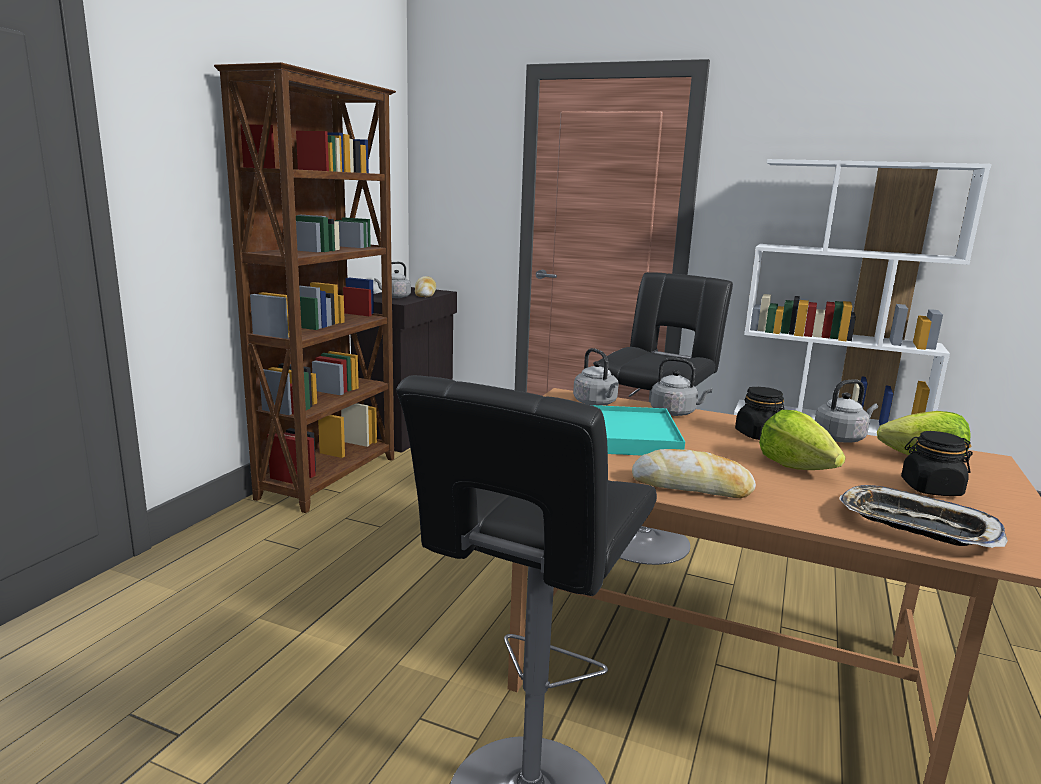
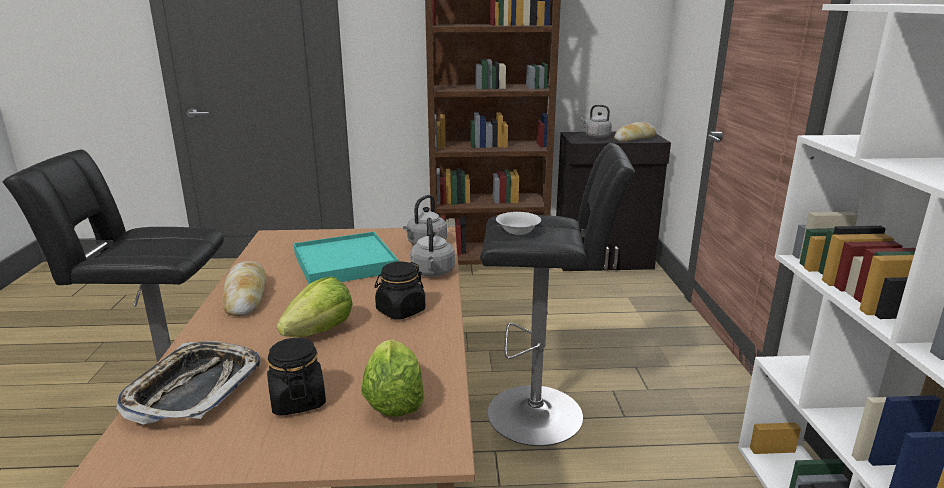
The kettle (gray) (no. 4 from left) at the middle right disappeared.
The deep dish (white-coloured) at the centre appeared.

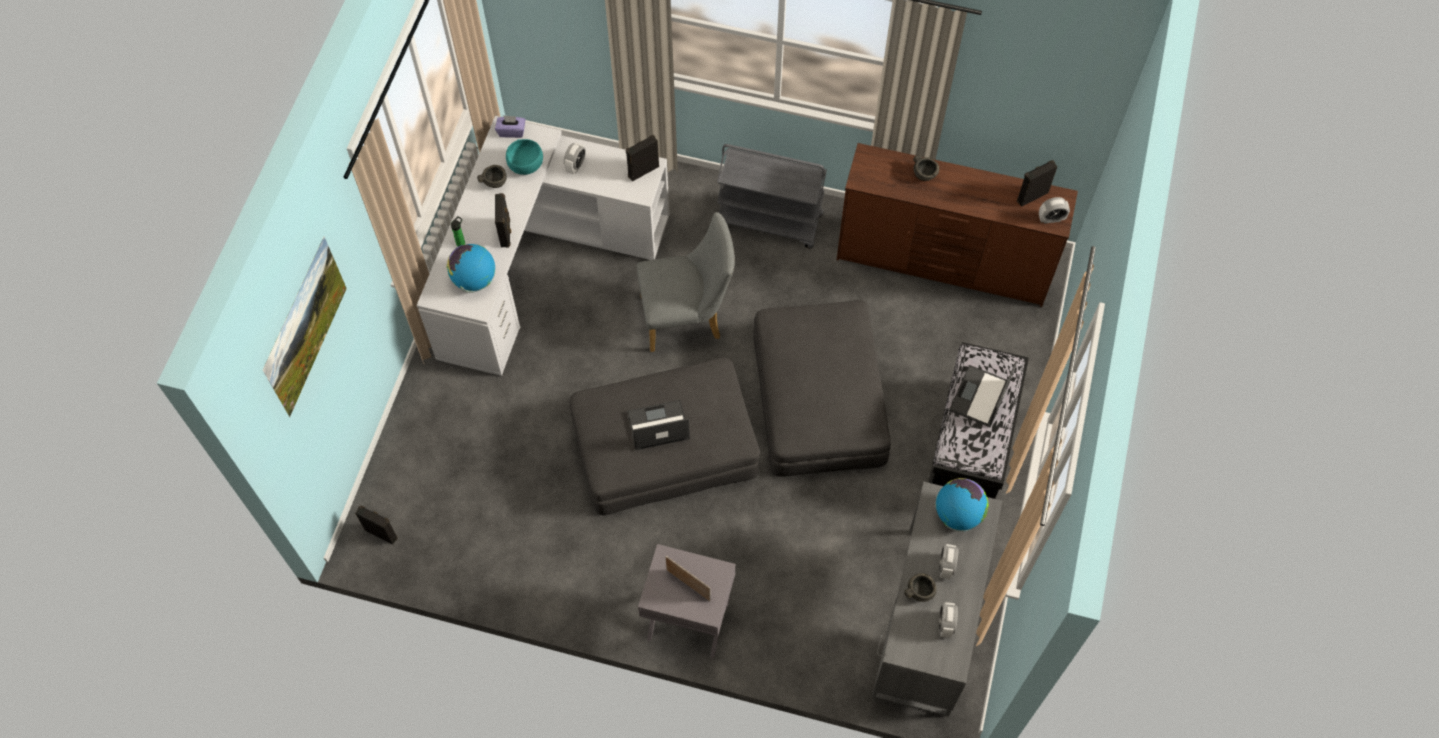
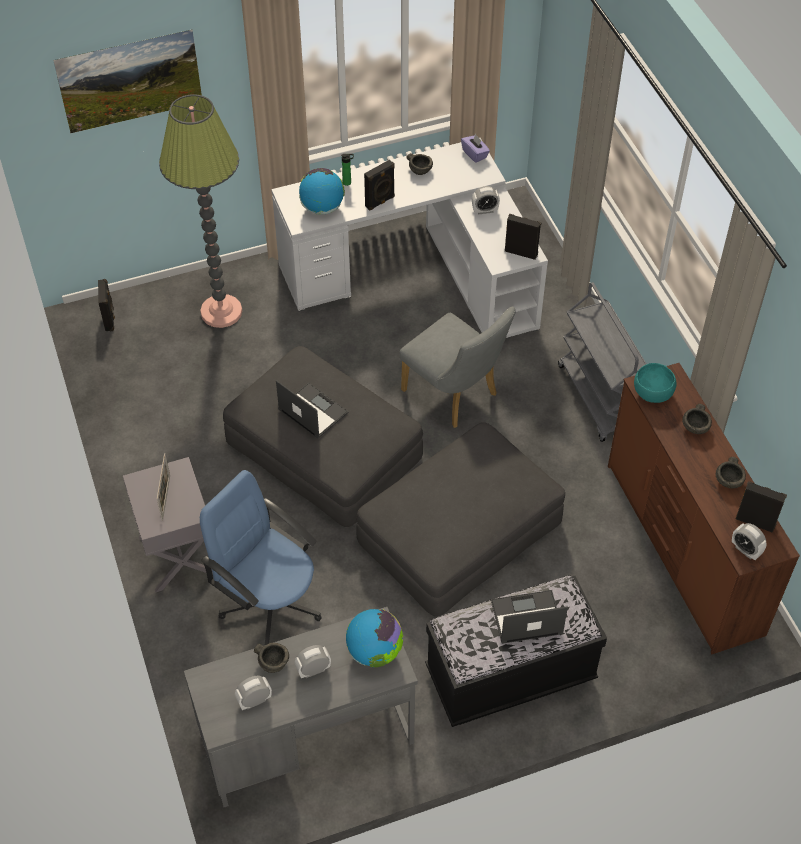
The deep dish (blue-green) moved from the top centre to the middle right.
The standard lamp at the top left appeared.
The deep dish (gray) (no. 4 from left) at the middle right appeared.
The computer chair (blue) at the middle left appeared.

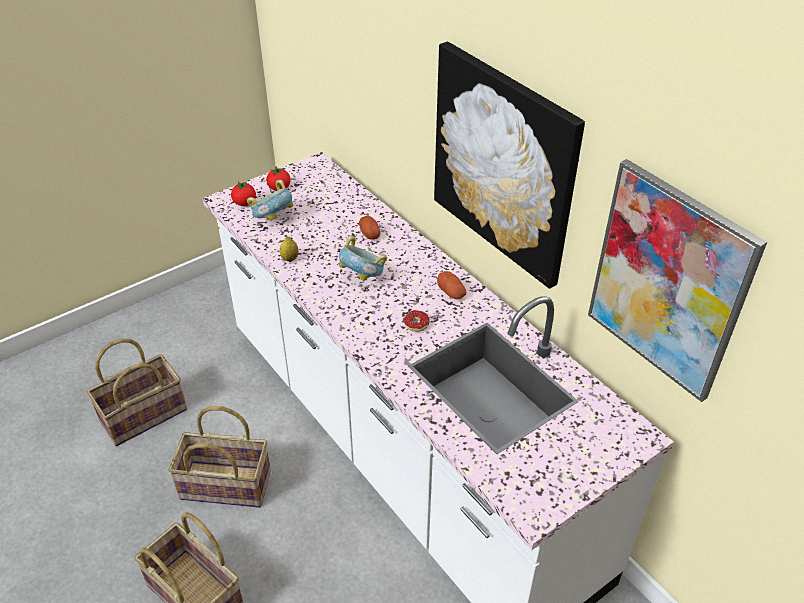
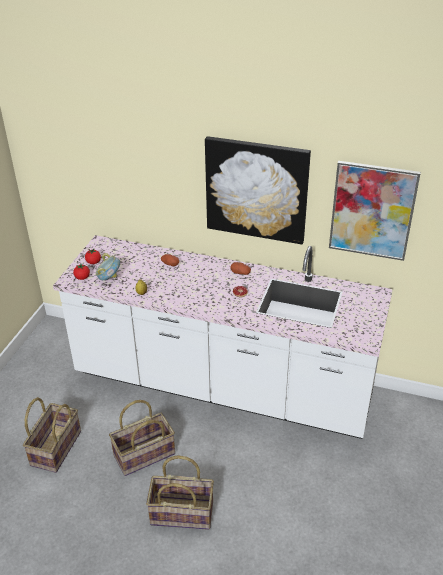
The deep dish (no. 2 from left) at the centre disappeared.

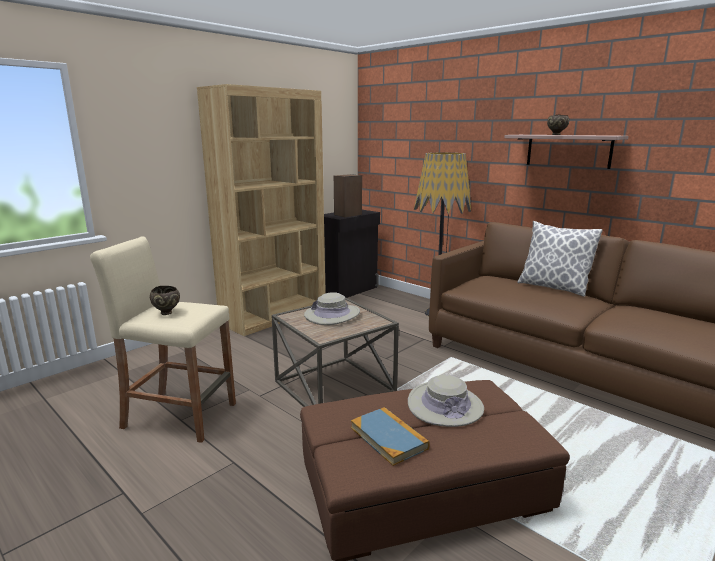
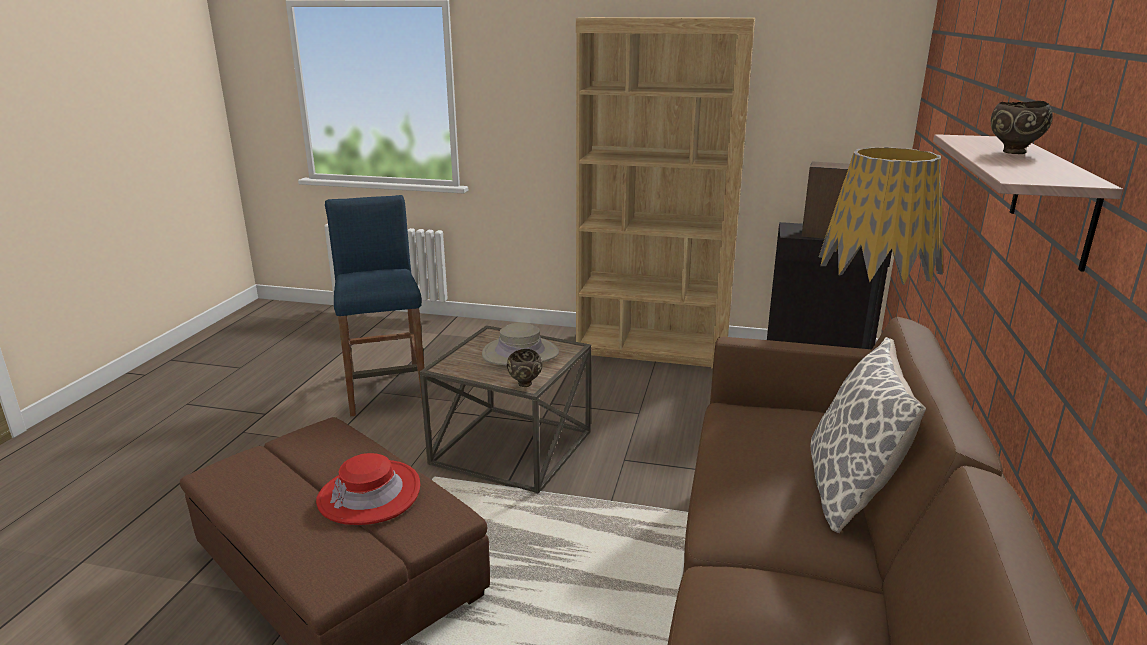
The stool seat (beige) at the middle left became the stool seat (blue) at the middle left.
The deep dish (brownish) (no. 1 from left) moved from the middle left to the centre.
The clothing hat (beige) (no. 2 from left) at the bottom centre became the clothing hat (reddish) at the bottom left.
The volume at the bottom centre disappeared.

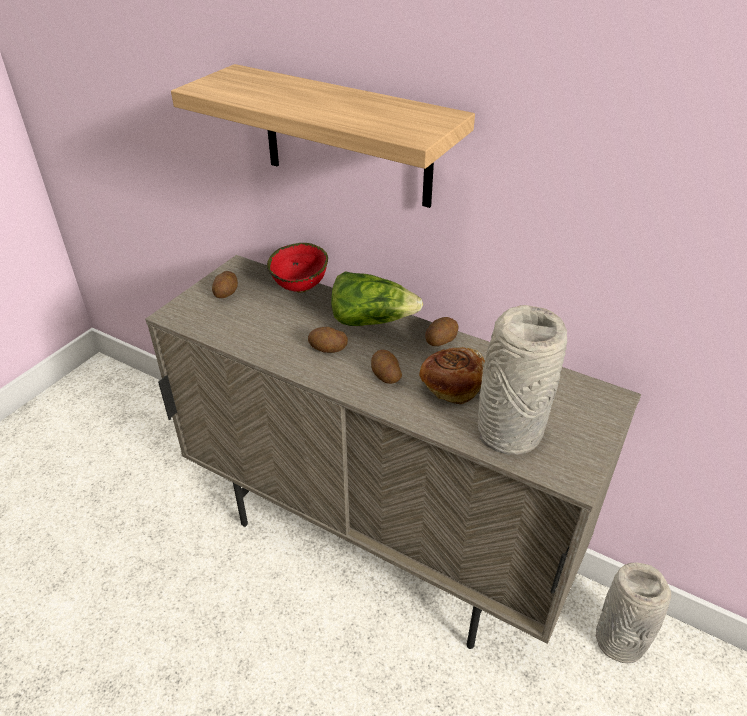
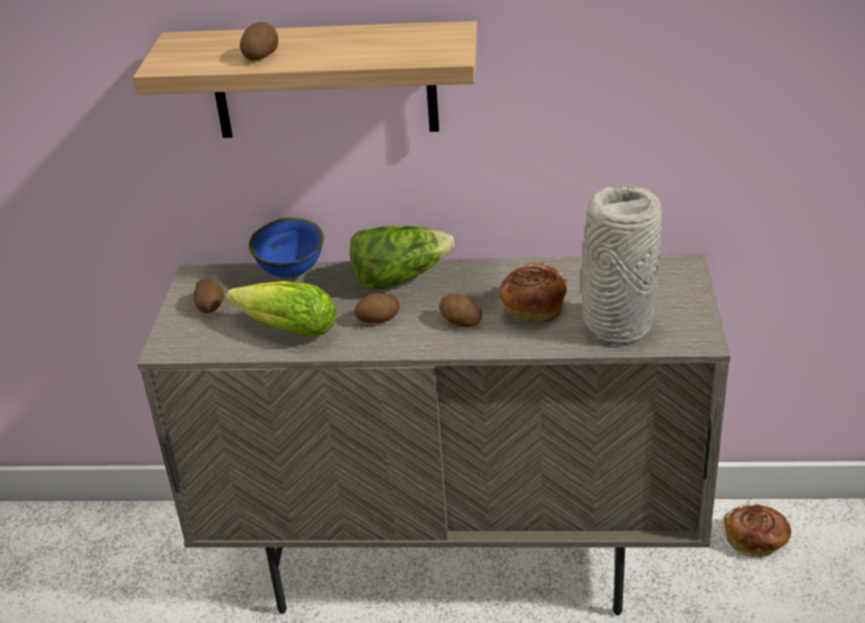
The deep dish (reddish) at the centre became the deep dish (blue) at the middle left.
The potato (no. 4 from left in the first image) moved from the centre to the top left.
The flower vase (gray) (no. 2 from left) at the bottom right was replaced by the bakery bread (no. 2 from left) at the bottom right.
The head of lettuce (no. 1 from left) at the middle left appeared.

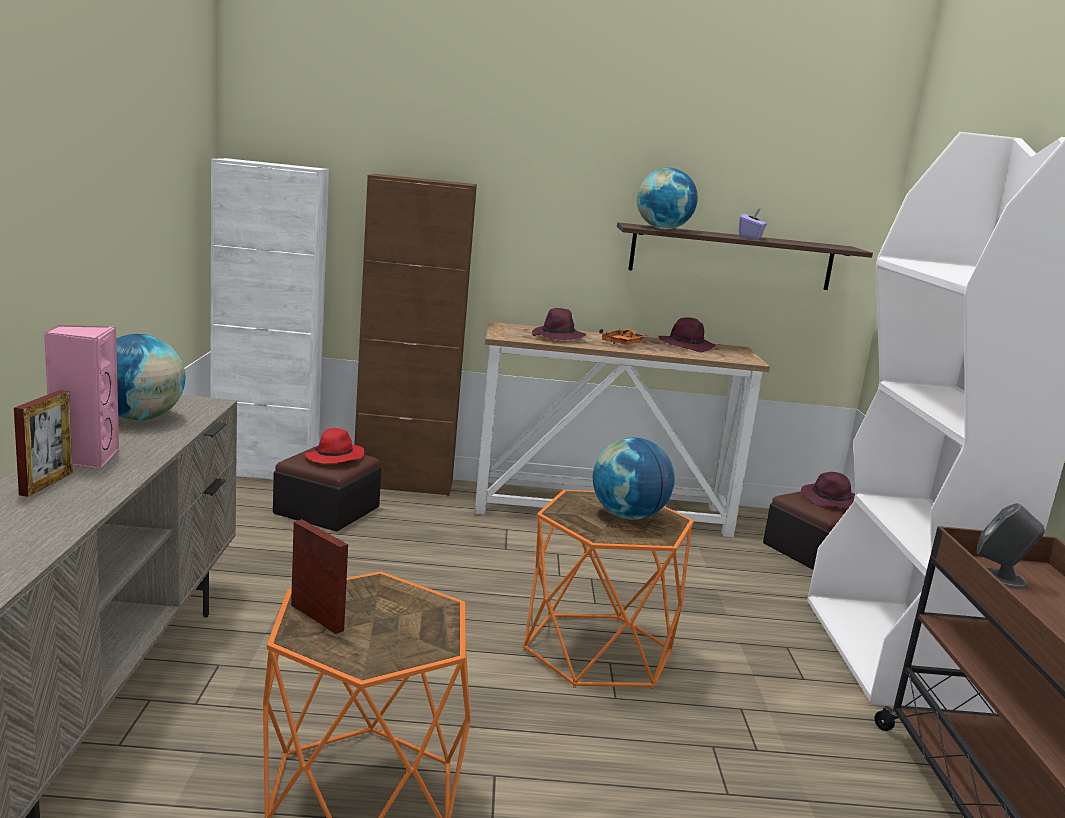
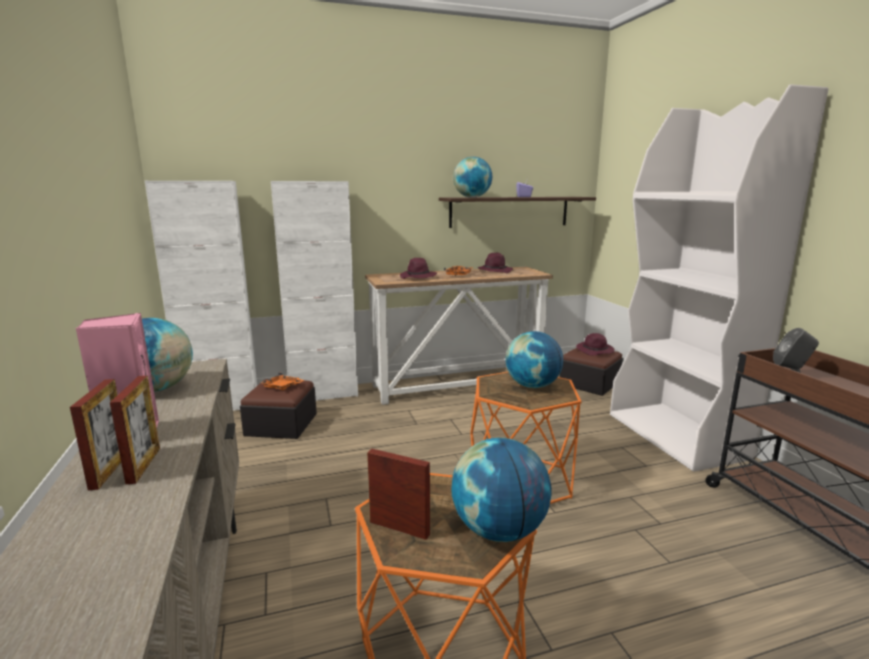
The cupboard (brownish) at the centre became the cupboard (white-coloured) (no. 2 from left) at the centre.
The clothing hat (reddish) at the middle left was replaced by the tray (orange-coloured) (no. 1 from left) at the middle left.
The photo frame (no. 2 from left) at the middle left appeared.
The world globe (no. 3 from left) at the bottom centre appeared.

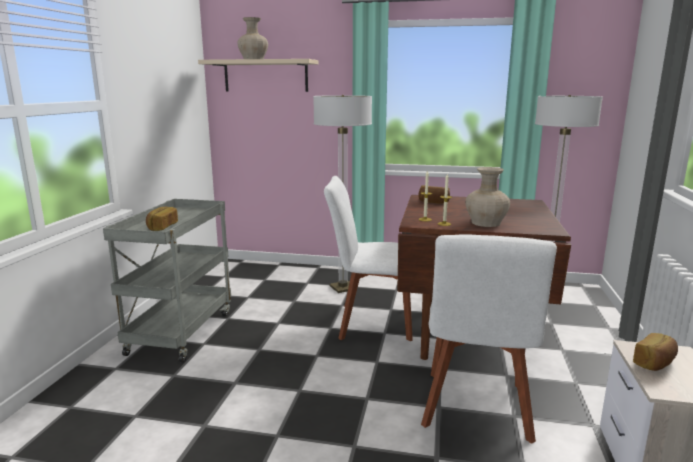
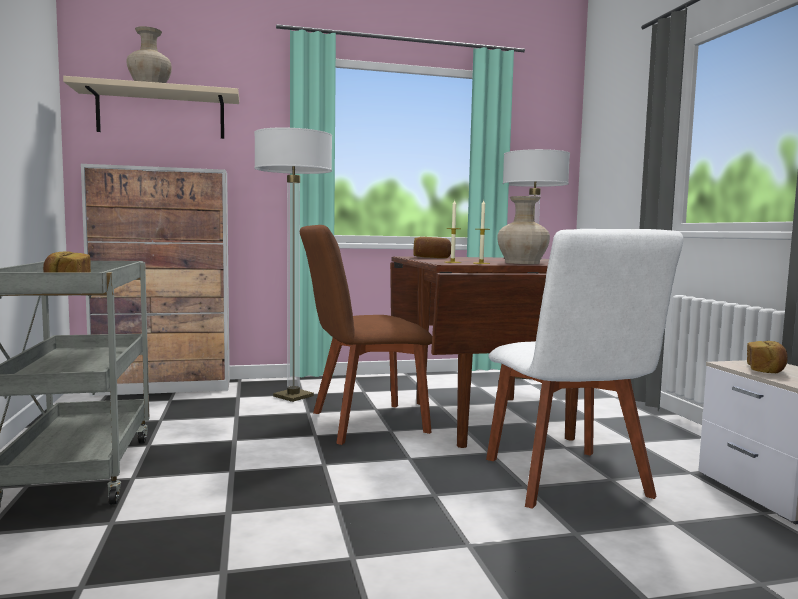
The upright chair (white-coloured) (no. 1 from left) at the centre became the upright chair (brownish) at the centre.
The cupboard at the middle left appeared.

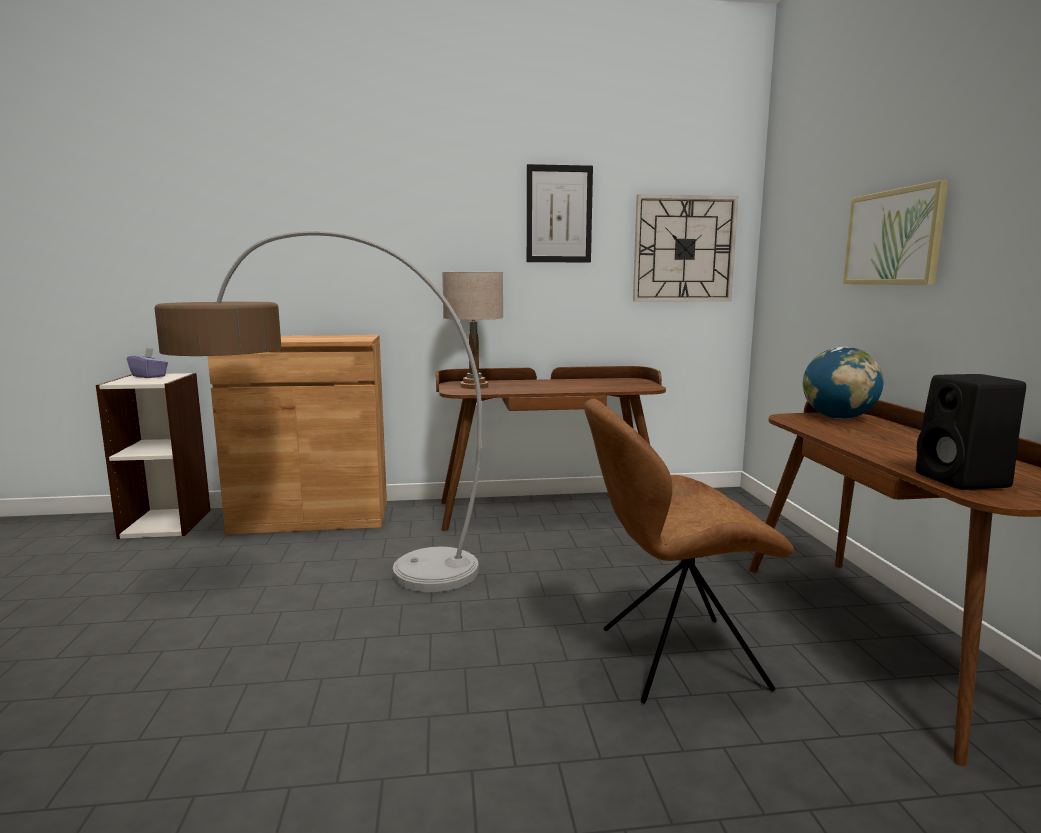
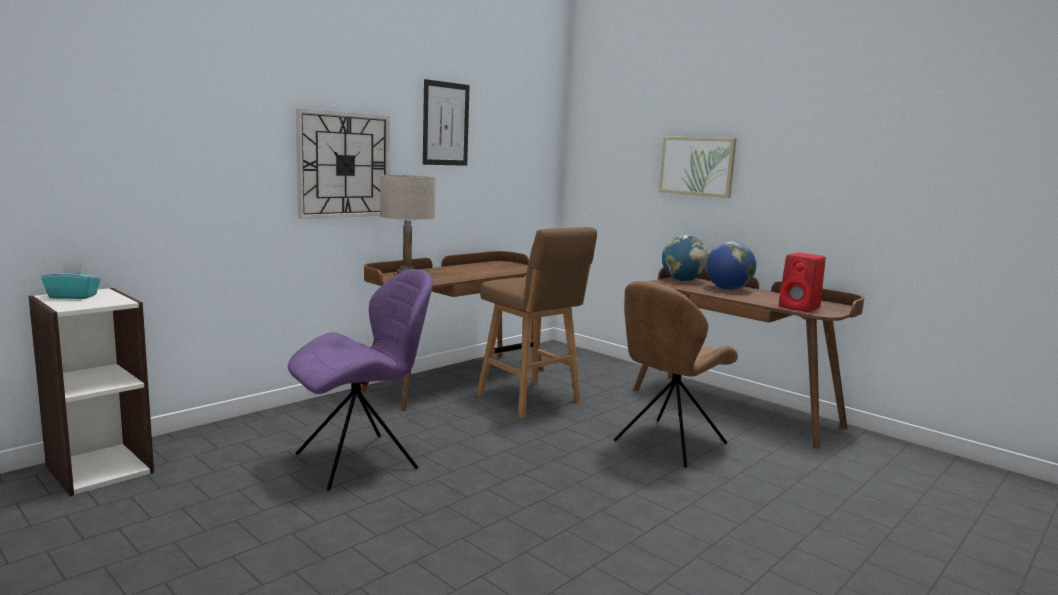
The hanging clock moved from the top centre to the top left.
The standard lamp at the middle left was replaced by the upright chair (purple) at the centre.
The cupboard (brownish) at the middle left disappeared.
The box of tissues (purple) at the middle left became the box of tissues (blue-green) at the middle left.
The audio speaker (black-coloured) at the middle right became the audio speaker (reddish) at the middle right.
The stool seat (brownish) at the centre appeared.
The world globe (no. 2 from left) at the middle right appeared.

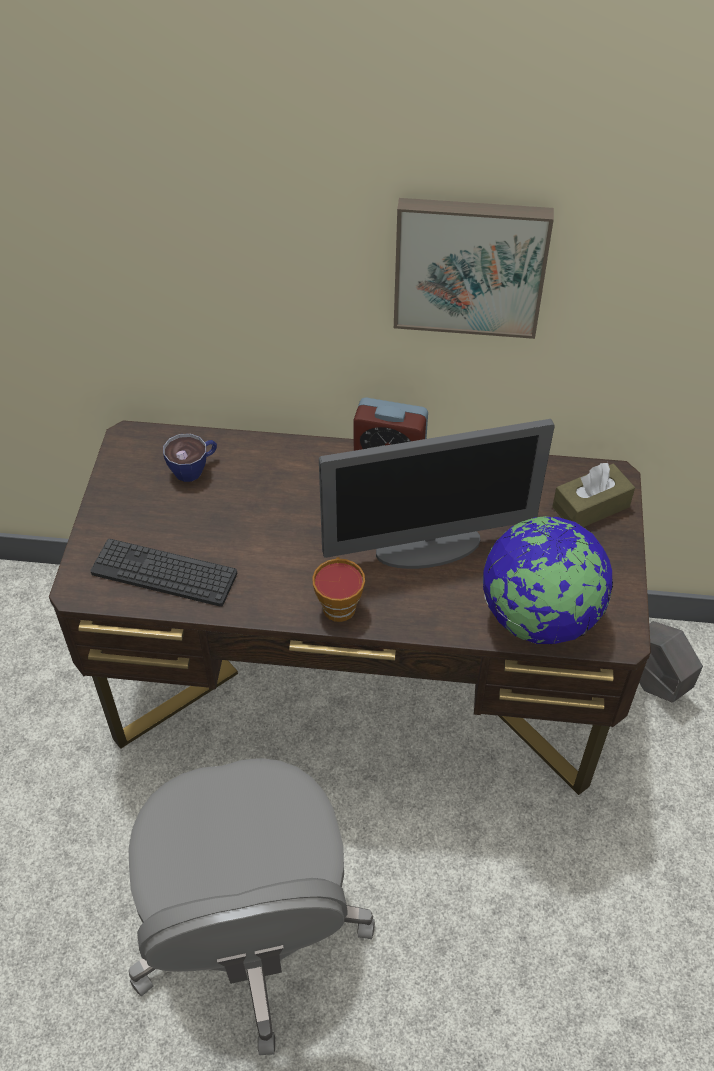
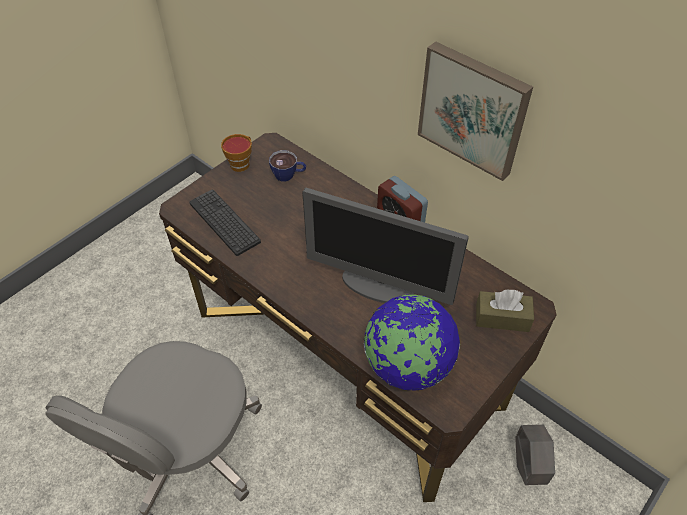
The small cup (no. 2 from left in the first image) moved from the centre to the top centre.

